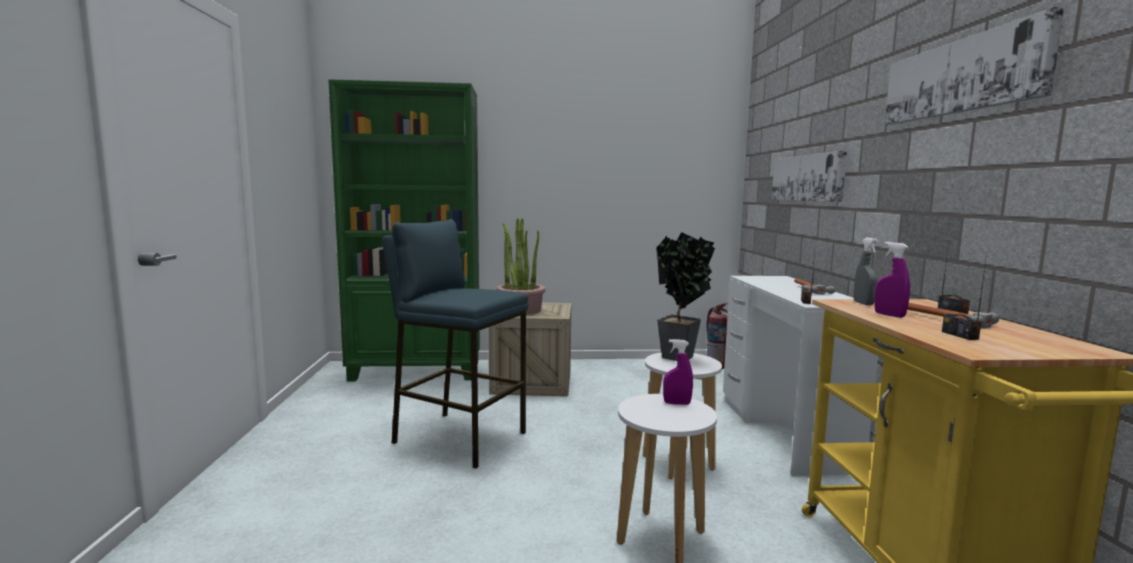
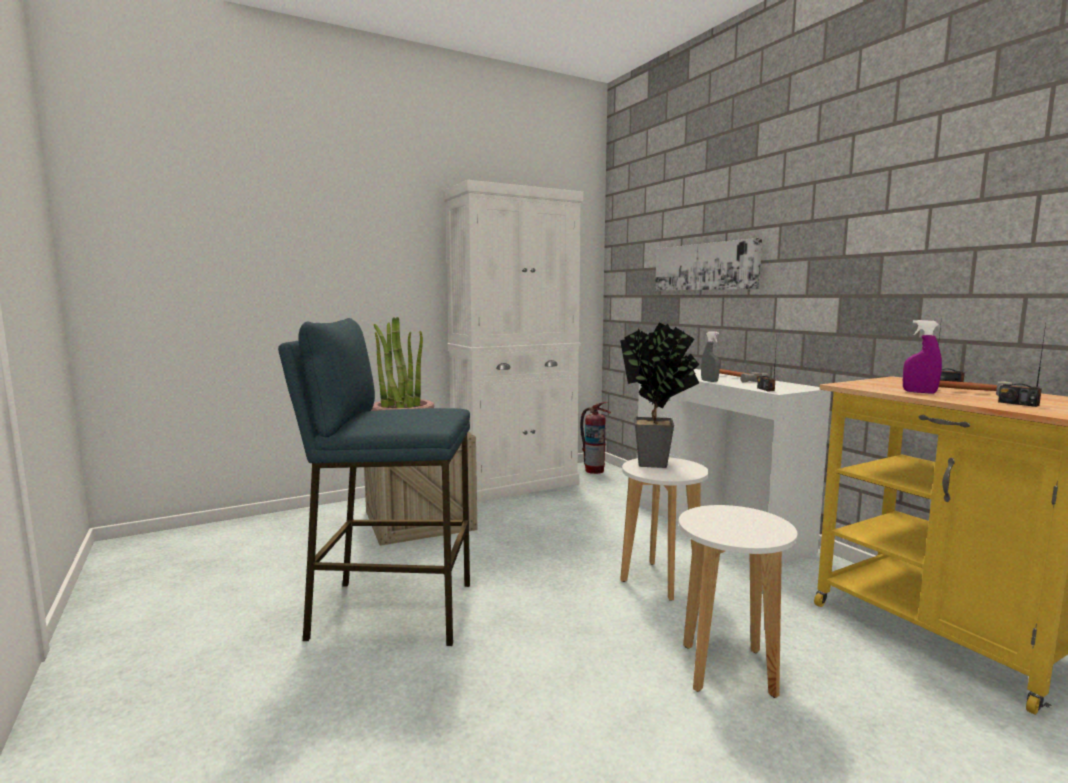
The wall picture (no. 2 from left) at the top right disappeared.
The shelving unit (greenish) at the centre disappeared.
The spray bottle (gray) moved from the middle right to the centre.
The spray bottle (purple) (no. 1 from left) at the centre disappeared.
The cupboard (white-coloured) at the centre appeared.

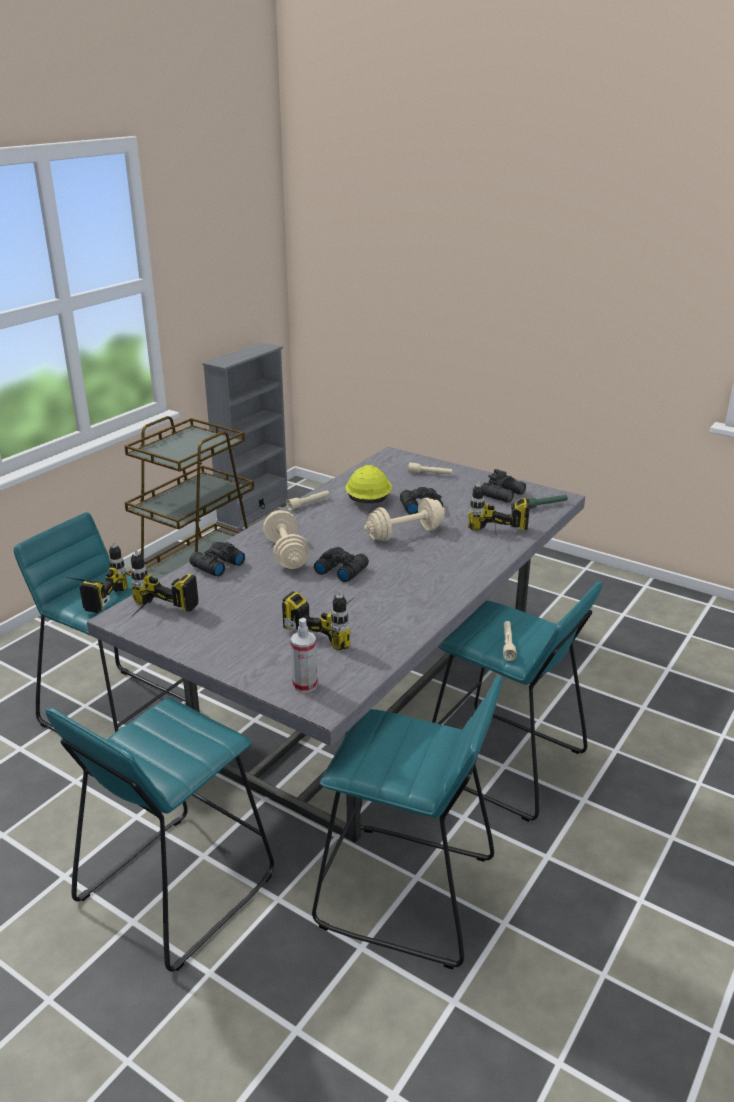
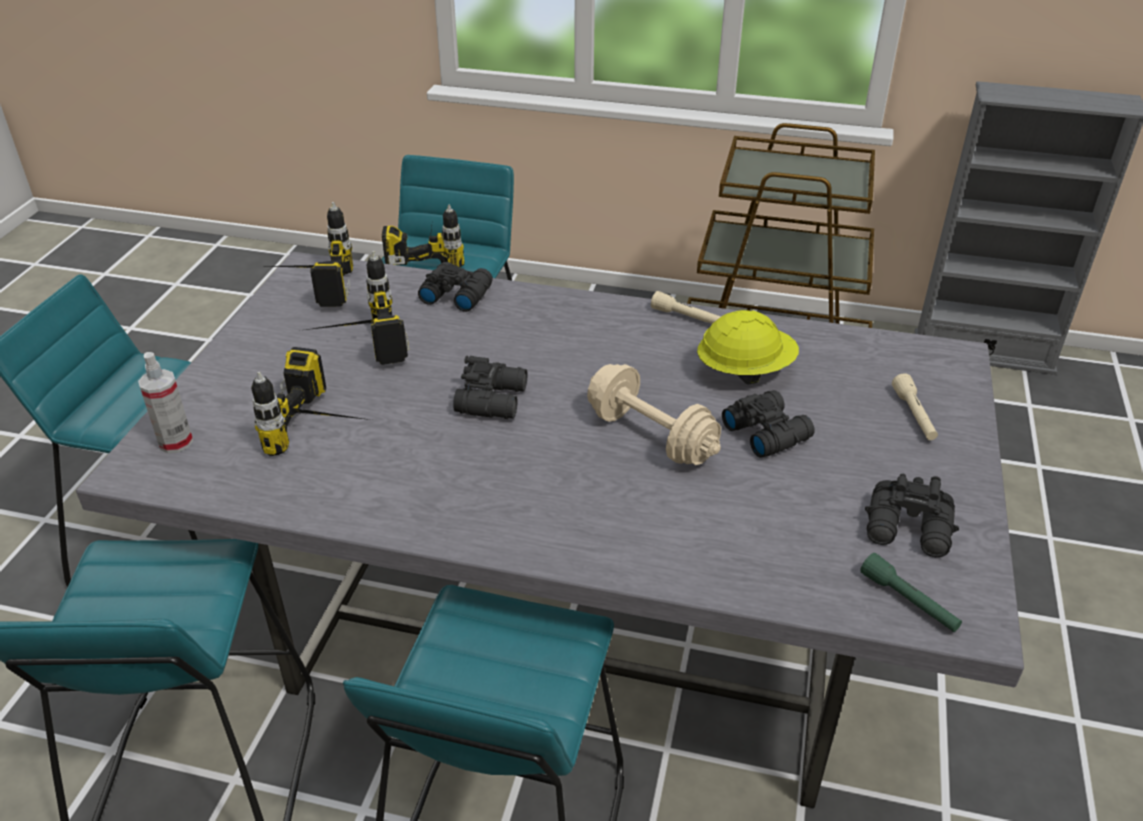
The electric drill (no. 4 from left in the first image) moved from the middle right to the middle left.
The free weight (beige) (no. 1 from left) at the centre disappeared.
The hand torch (beige) (no. 3 from left) at the middle right disappeared.

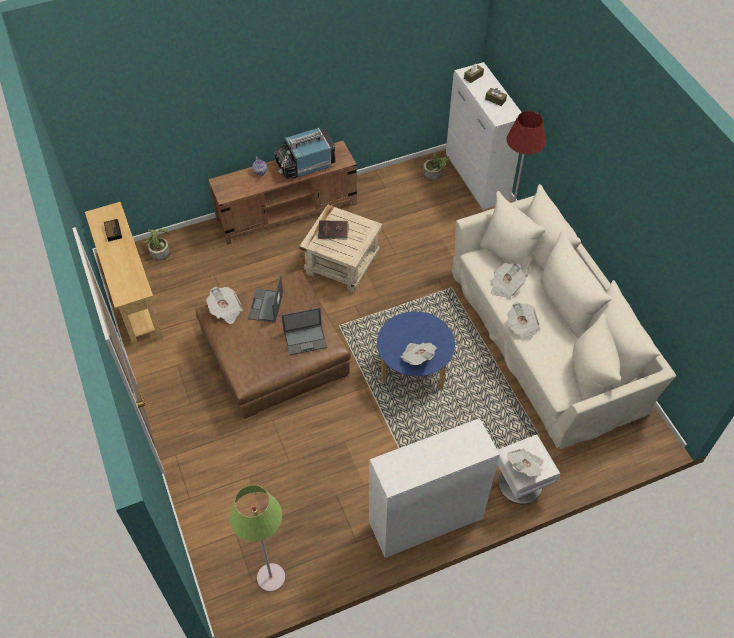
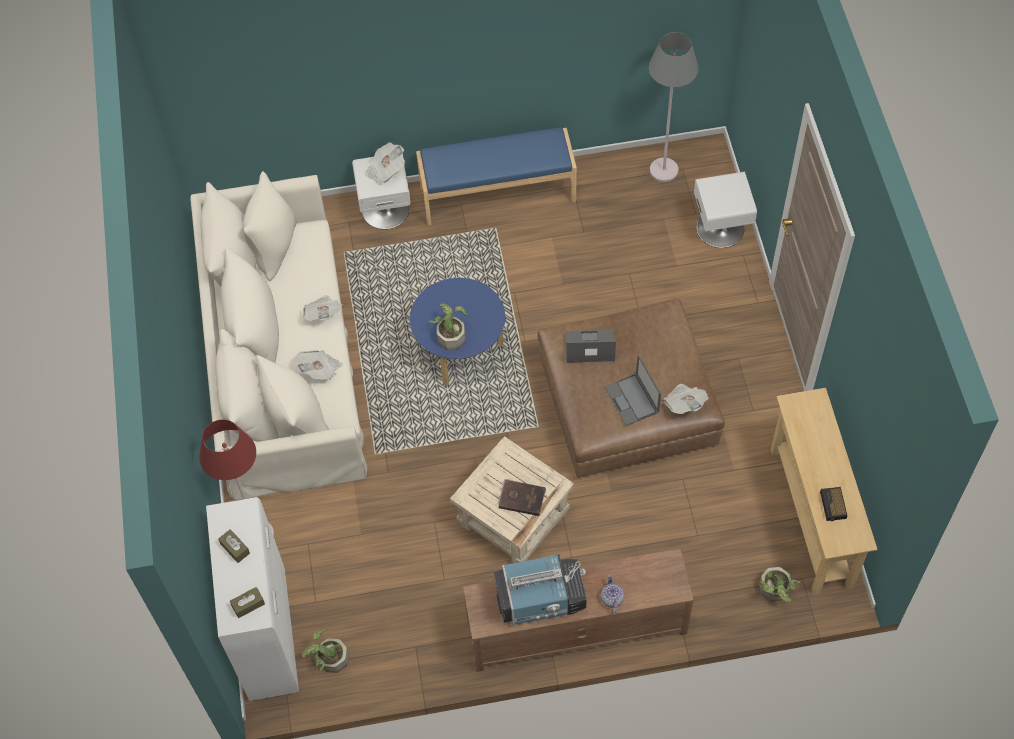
The laptop (no. 1 from left in the first image) at the centre turned 135 degrees clockwise.
The printed paper (no. 2 from left) at the centre disappeared.
The cupboard (white-coloured) (no. 1 from left) at the bottom centre was replaced by the long seat (blue) at the top centre.
The standard lamp (greenish) at the bottom centre became the standard lamp (gray) at the top centre.
The night table (white-coloured) (no. 2 from left) at the top right appeared.
The houseplant (no. 2 from left) at the centre appeared.

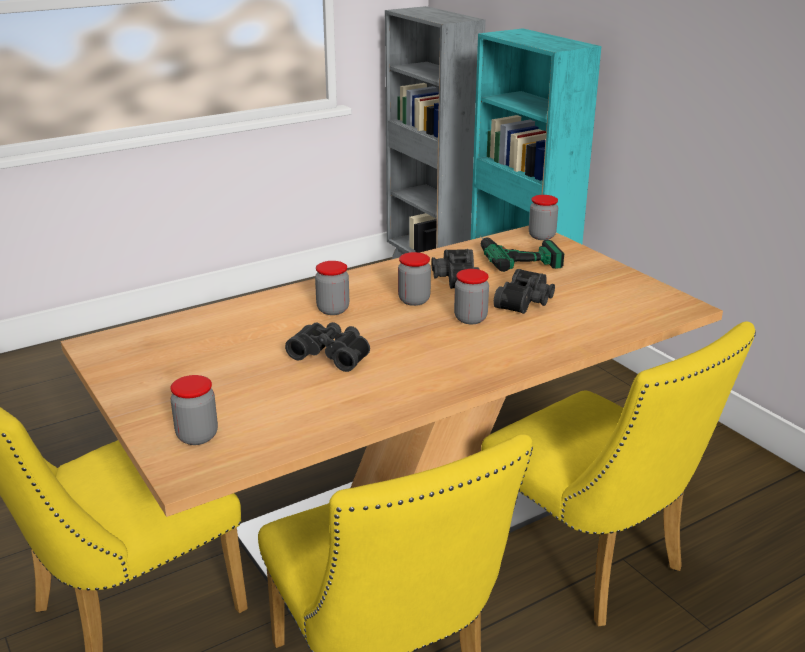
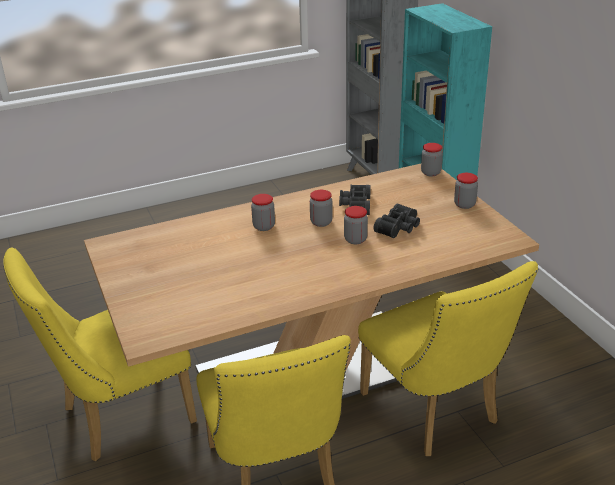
The electric drill at the centre disappeared.
The field glasses (black-coloured) (no. 1 from left) at the centre disappeared.
The jar (no. 1 from left in the first image) moved from the middle left to the middle right.

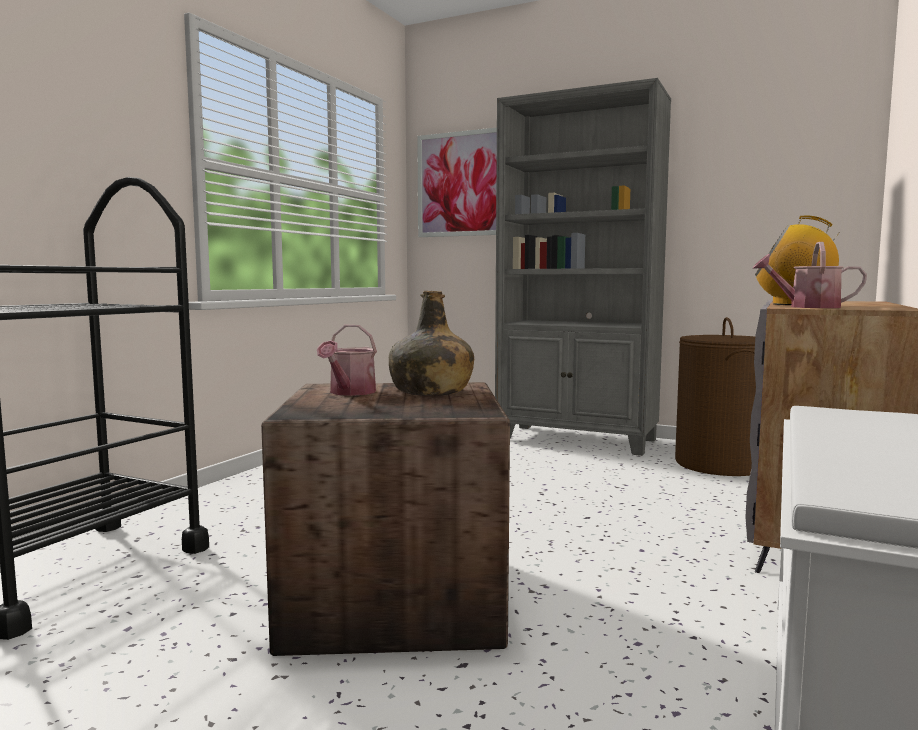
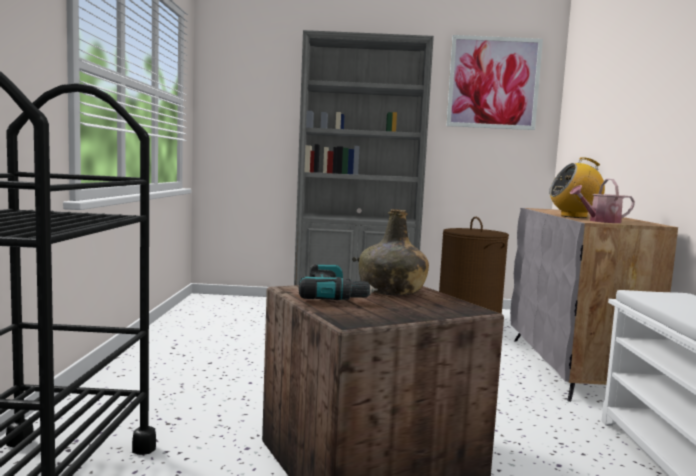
The wall picture moved from the top centre to the top right.
The watering can (no. 1 from left) at the centre was replaced by the electric drill at the centre.

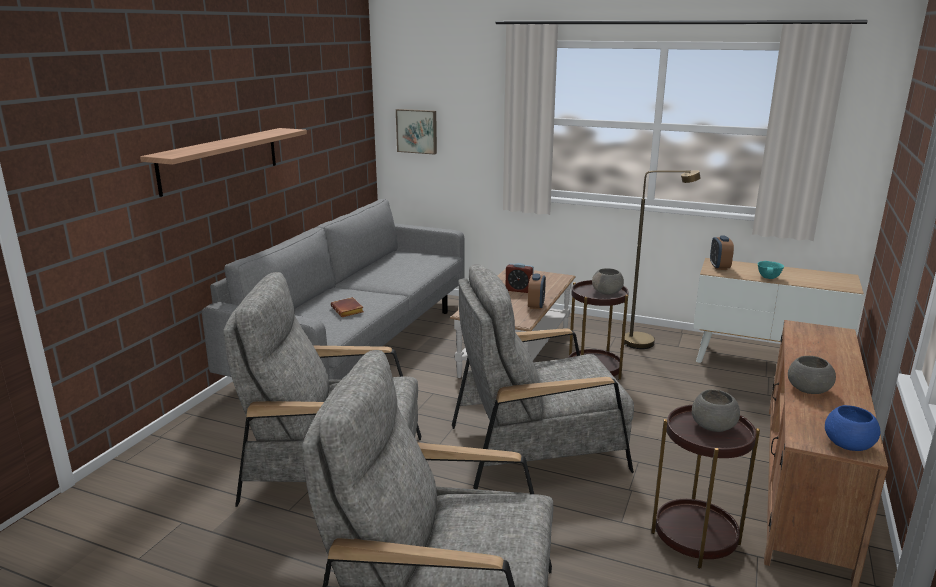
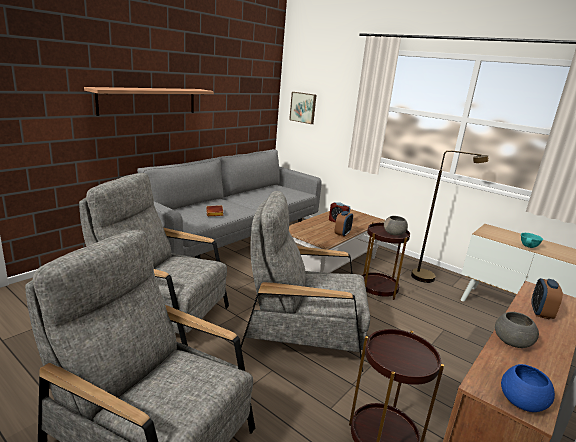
The bedside clock (no. 3 from left) moved from the middle right to the bottom right.
The deep dish (gray) (no. 2 from left) at the bottom right disappeared.

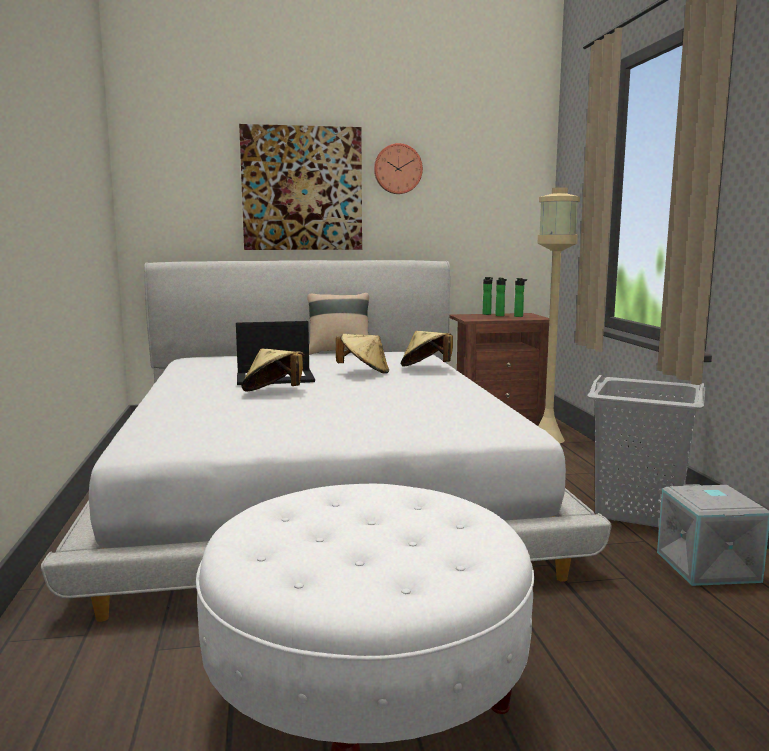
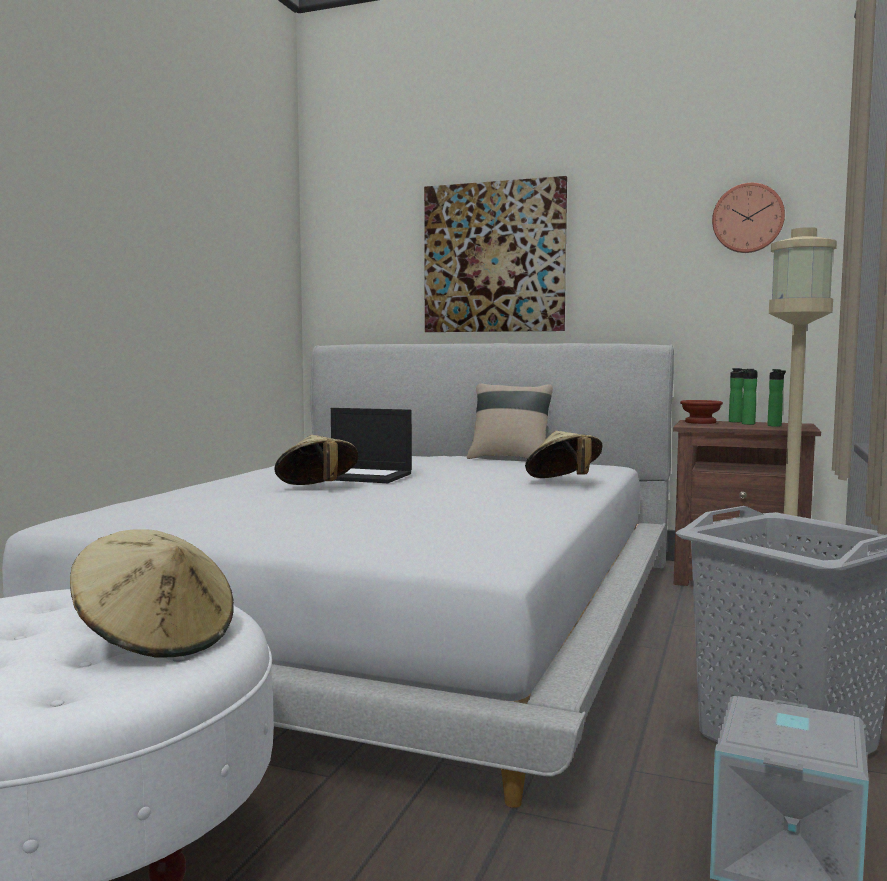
The hanging clock moved from the top centre to the top right.
The clothing hat (beige) (no. 2 from left in the first image) moved from the centre to the bottom left.
The deep dish (brownish) at the middle right appeared.

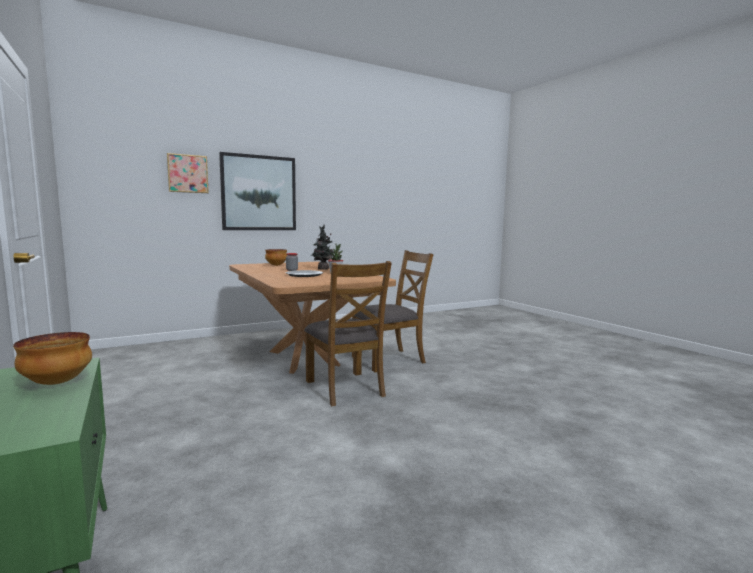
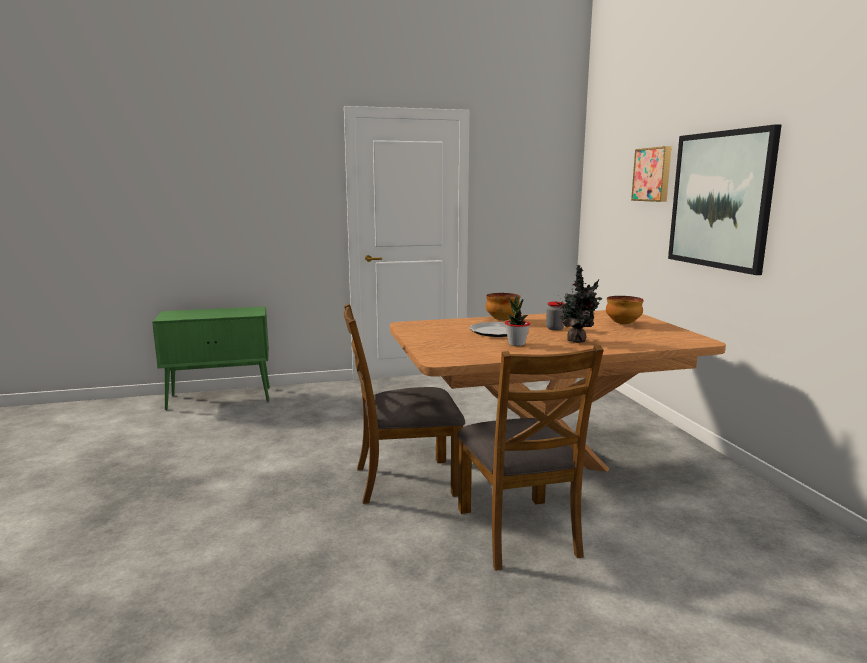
The deep dish (no. 1 from left) moved from the middle left to the centre.

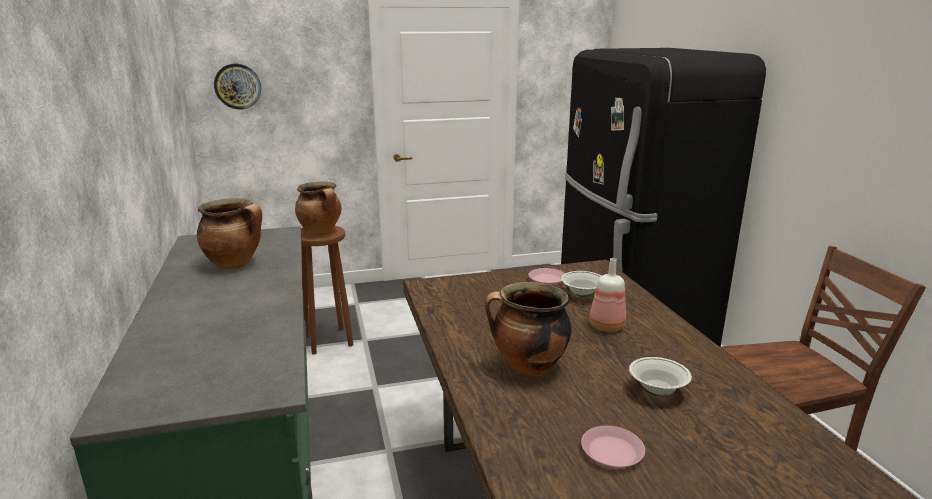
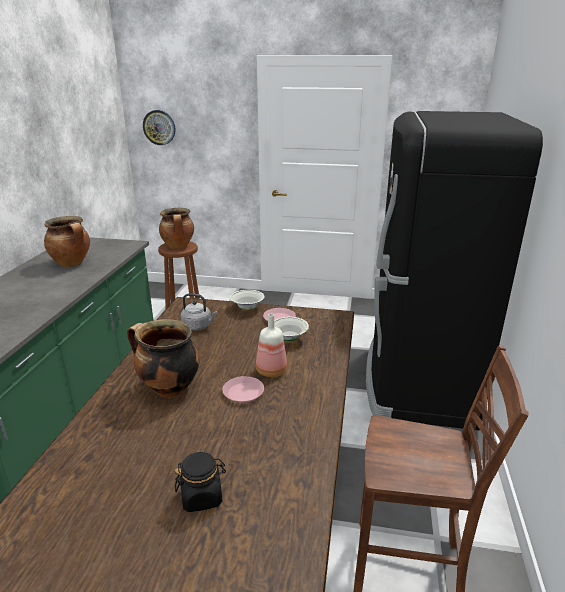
The deep dish (white-coloured) (no. 2 from left in the first image) moved from the bottom right to the centre.
The flat dish (pink) (no. 2 from left in the first image) moved from the bottom centre to the centre.
The kettle (gray) at the centre appeared.
The jar (black-coloured) at the bottom centre appeared.

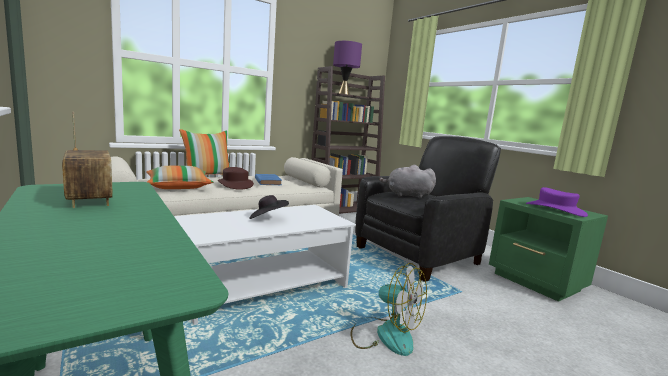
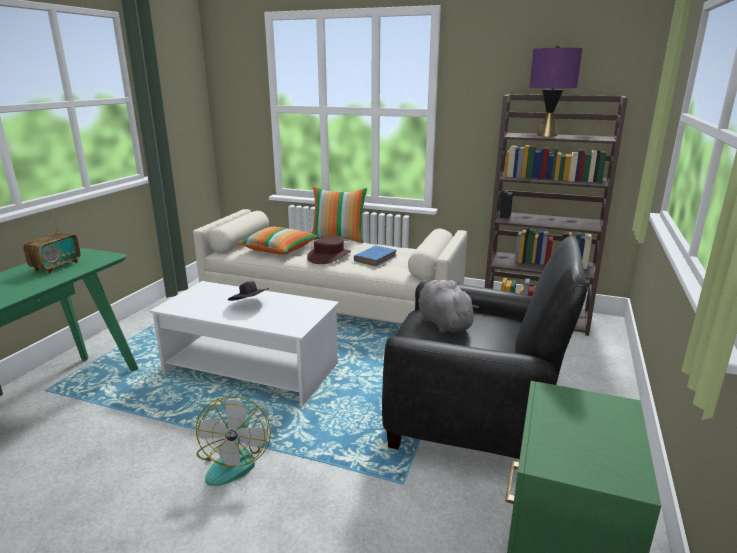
The clothing hat (purple) at the middle right disappeared.

